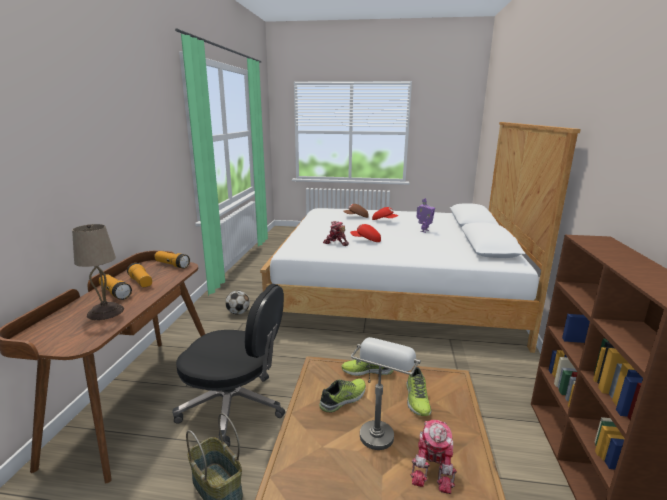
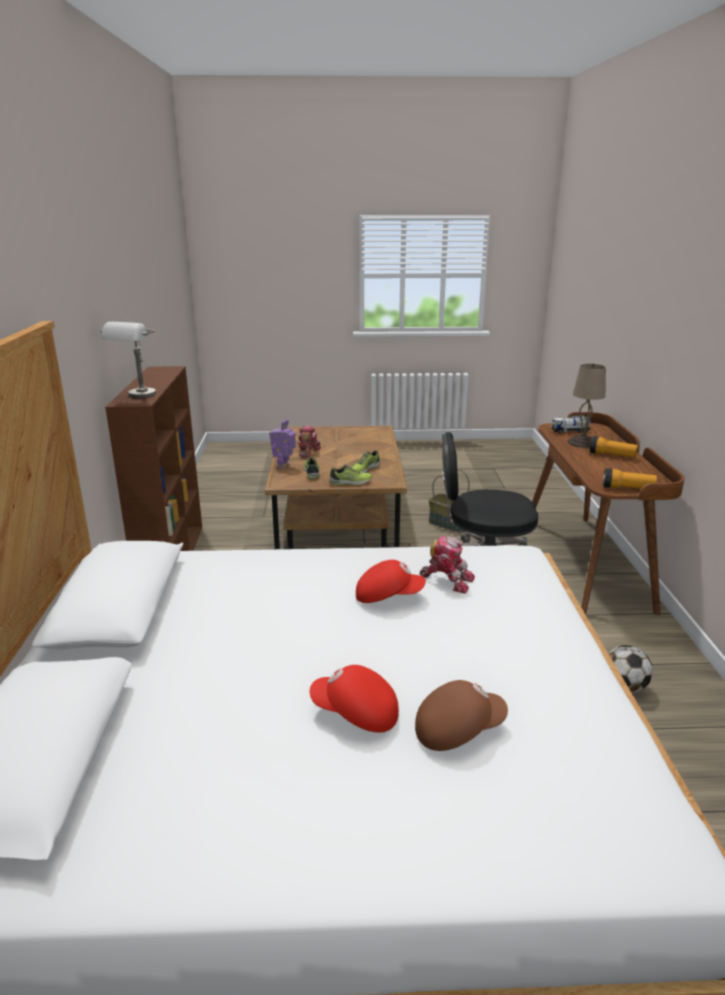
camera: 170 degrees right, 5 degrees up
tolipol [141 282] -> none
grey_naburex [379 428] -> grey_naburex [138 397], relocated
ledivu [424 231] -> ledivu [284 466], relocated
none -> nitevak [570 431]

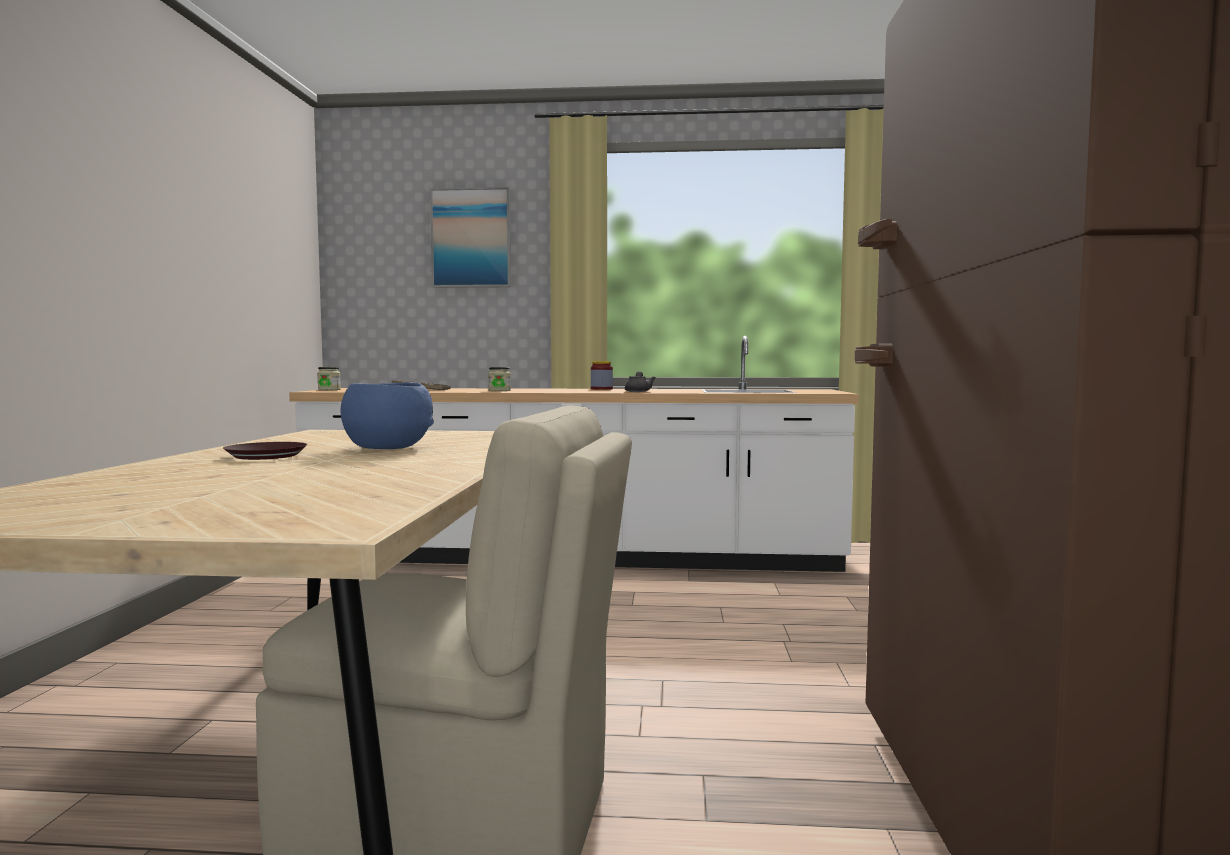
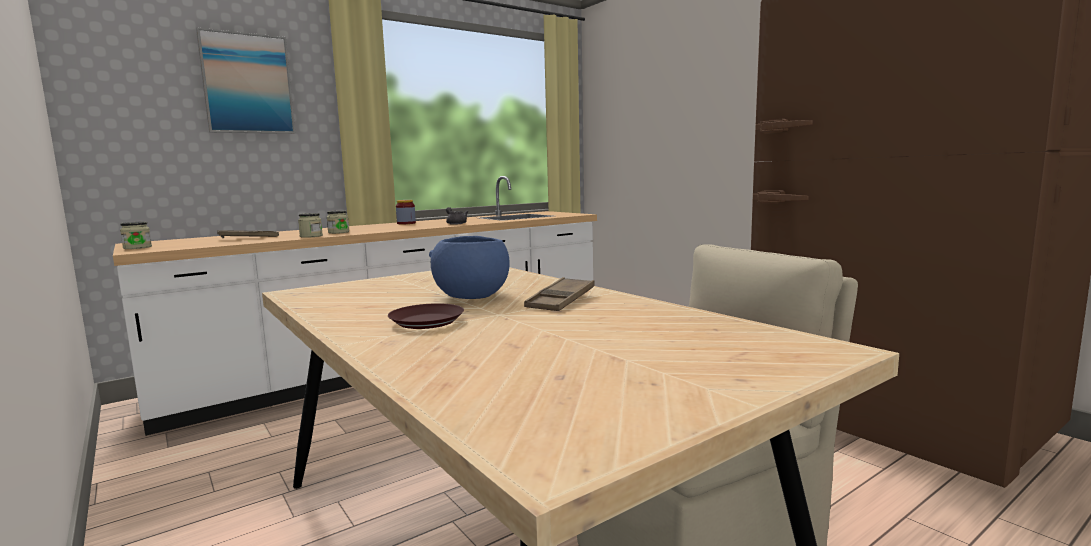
camera: 40 degrees left, 5 degrees up
none -> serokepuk [311 236]
none -> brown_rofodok [561 301]

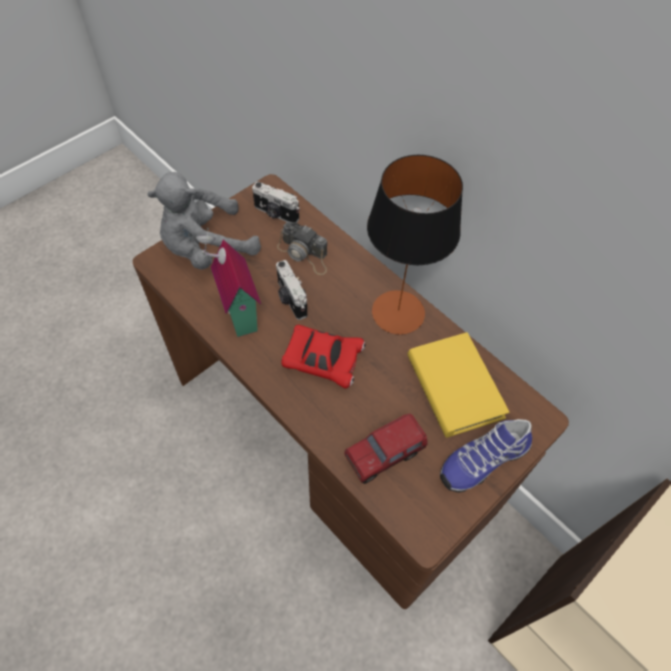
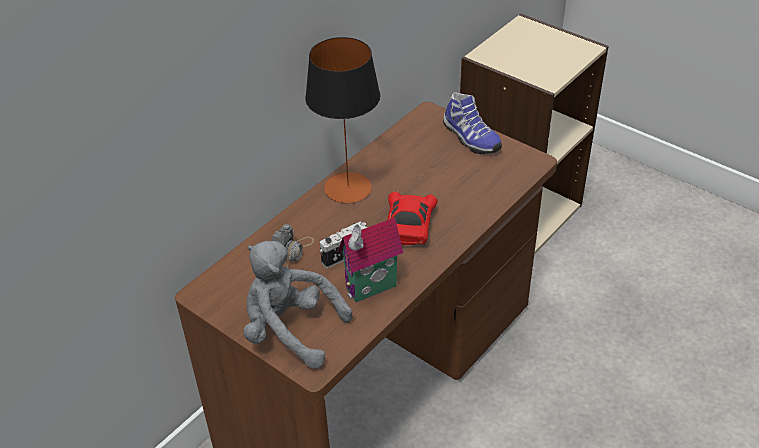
camera: 95 degrees left, 15 degrees down
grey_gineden [206 248] -> grey_gineden [290 330], 150 degrees clockwise
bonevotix [275 214] -> none
nitevak [384 457] -> none
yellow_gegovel [454 387] -> none

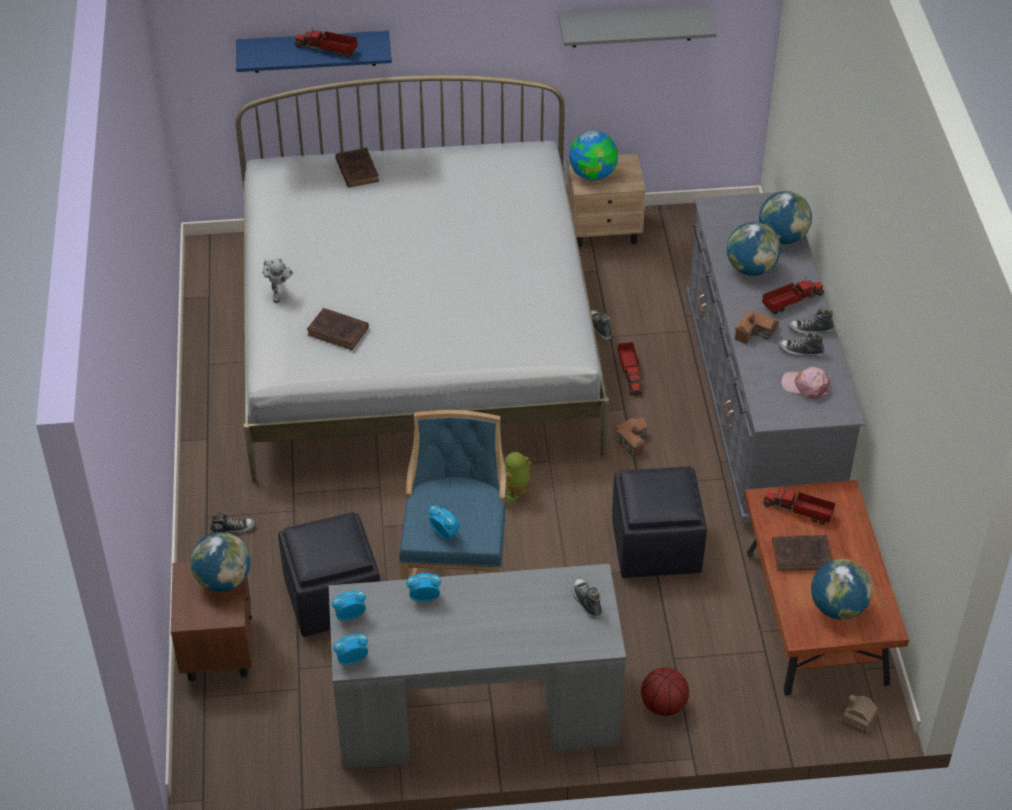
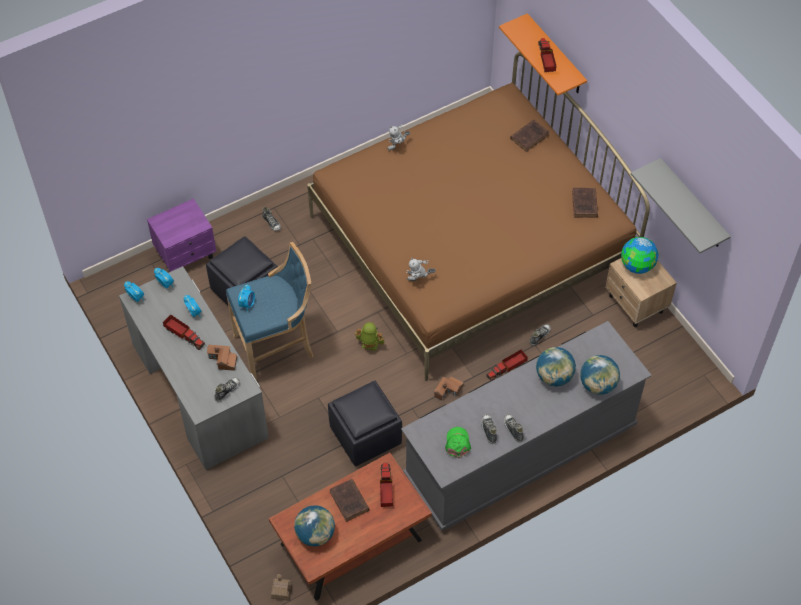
camera: 65 degrees right, 10 degrees up
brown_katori [218 647] -> purple_katori [186 254]
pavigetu [223 580] -> none
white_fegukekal [417 339] -> brown_fegukekal [470 245]
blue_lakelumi [314 51] -> orange_lakelumi [555 56]
brown_gegovel [339 332] -> brown_gegovel [584 205], relocated
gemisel [663 705] -> none
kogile [756 332] -> kogile [222 360], relocated
nitevak [791 301] -> nitevak [184 335], relocated
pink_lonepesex [805 386] -> green_lonepesex [457 443]
none -> ledivu [419 280]

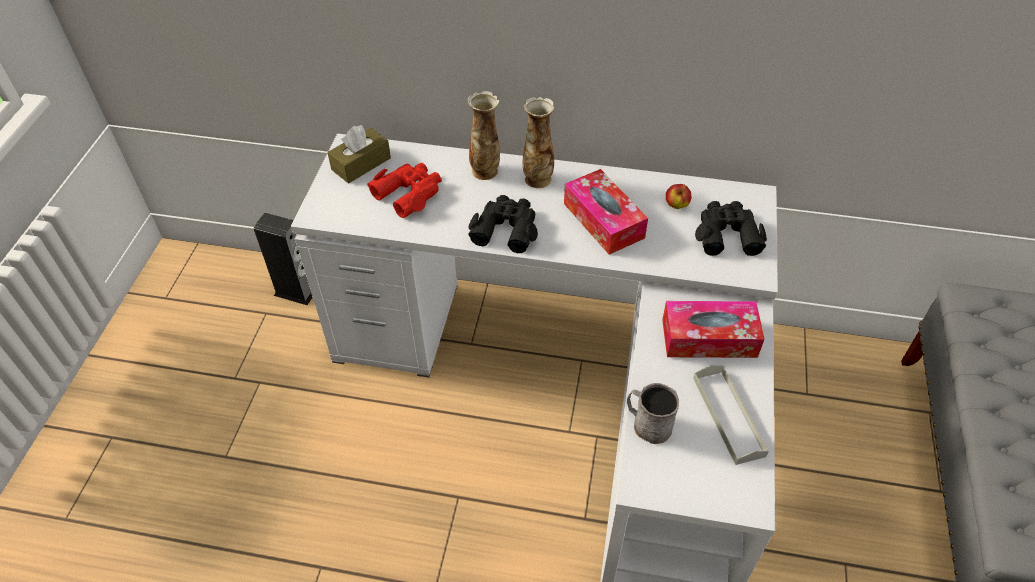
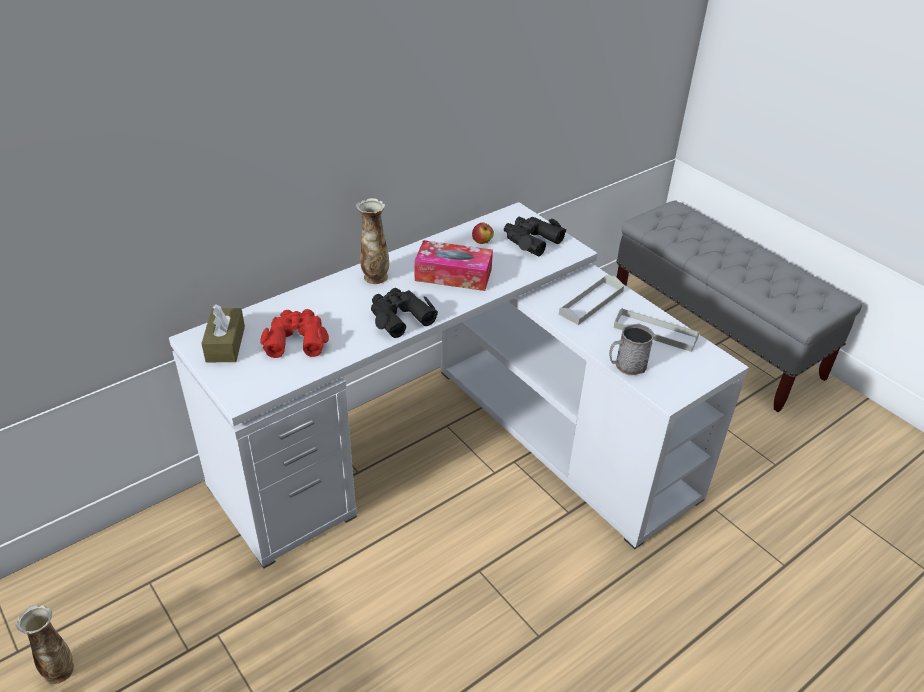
camera: 50 degrees left, 10 degrees down
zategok [296 291] -> none
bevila [485 171] -> bevila [60 671], relocated
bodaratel [709 338] -> grey_rofodok [591 302]

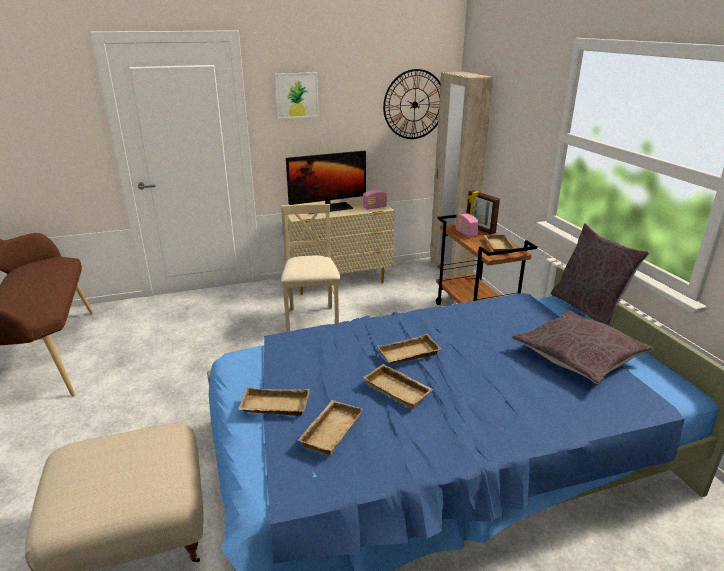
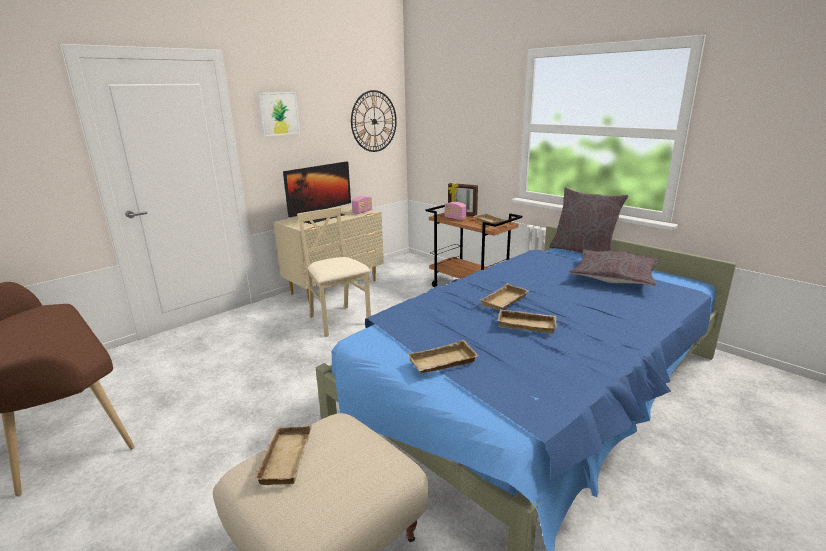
camera: 25 degrees left, 5 degrees down
beige_rofodok [330 430] -> beige_rofodok [283 458], relocated
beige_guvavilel [450 269] -> none

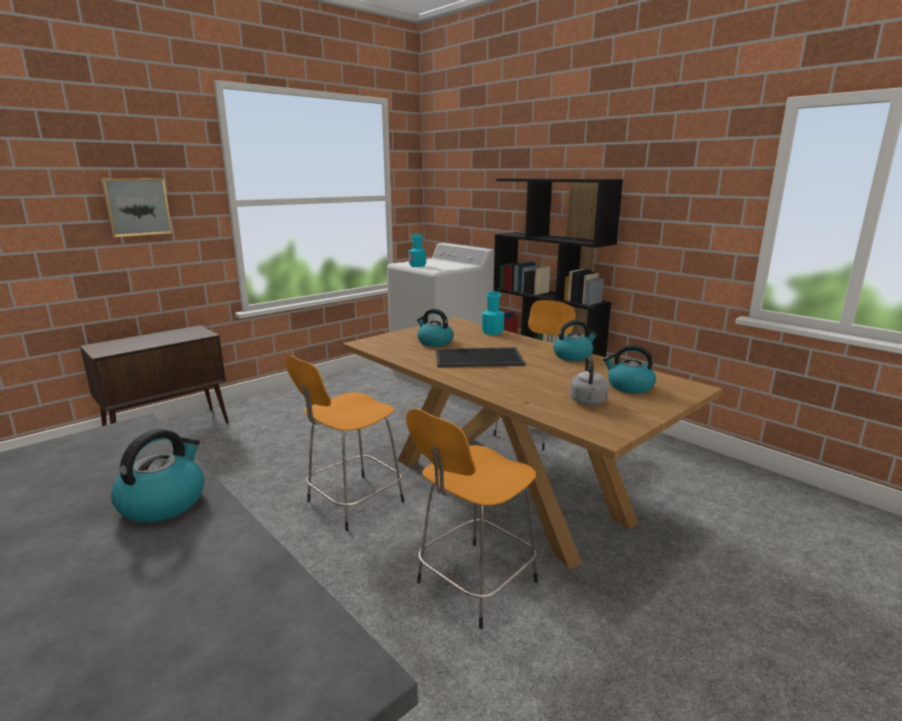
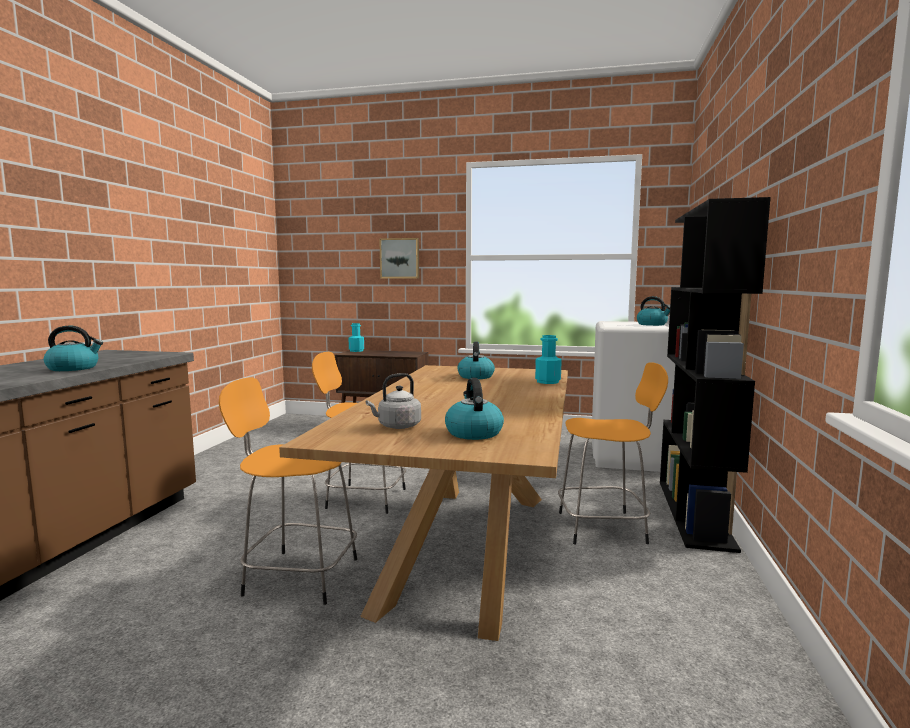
camera: 55 degrees right, 10 degrees down
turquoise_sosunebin [417 265] -> turquoise_sosunebin [356 351], relocated
rofodok [479 357] -> none
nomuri [573 356] -> nomuri [652 324], relocated

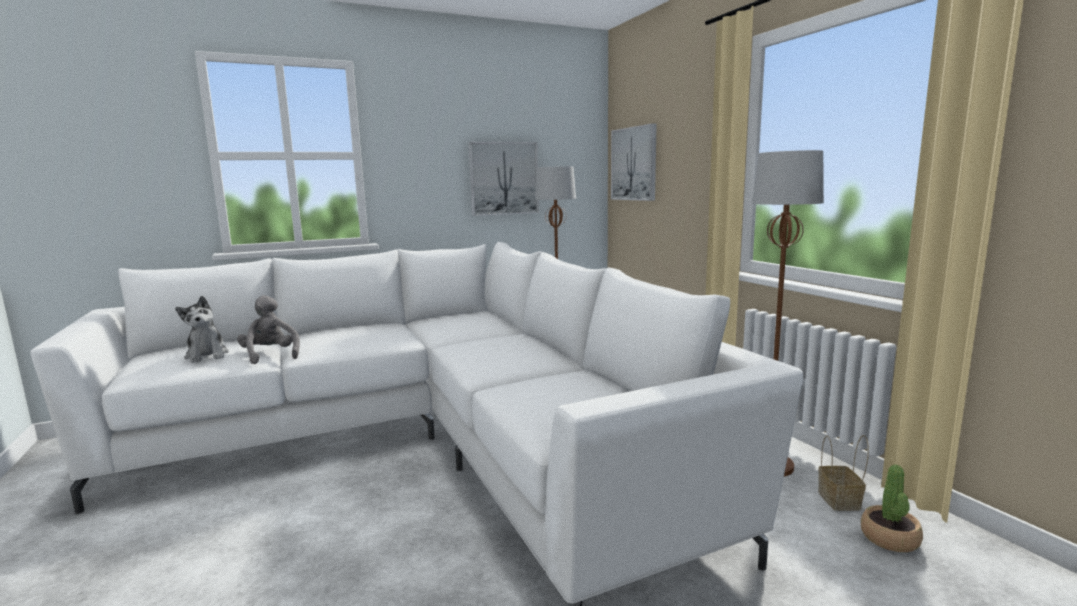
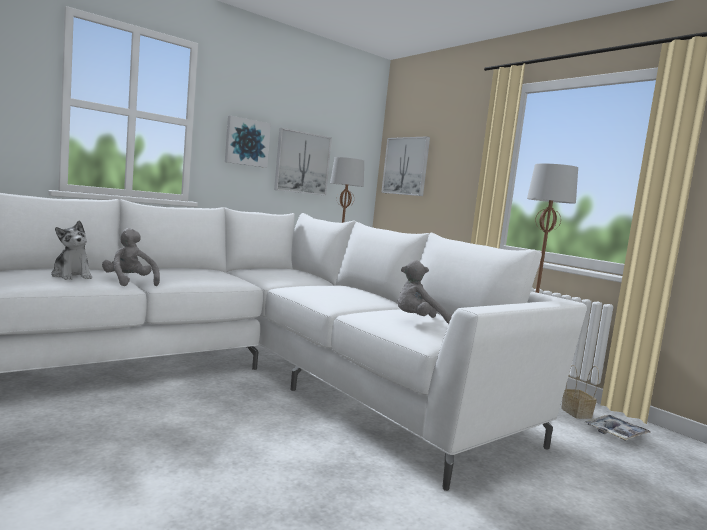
camera: 15 degrees left, 5 degrees down
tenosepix [890 538] -> rofodok [616 433]
none -> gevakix [246 142]
none -> grey_gineden [418 321]

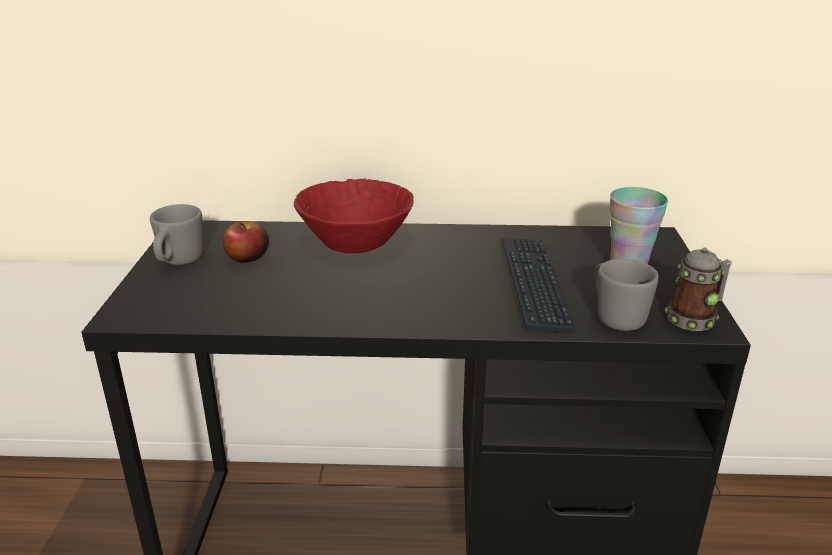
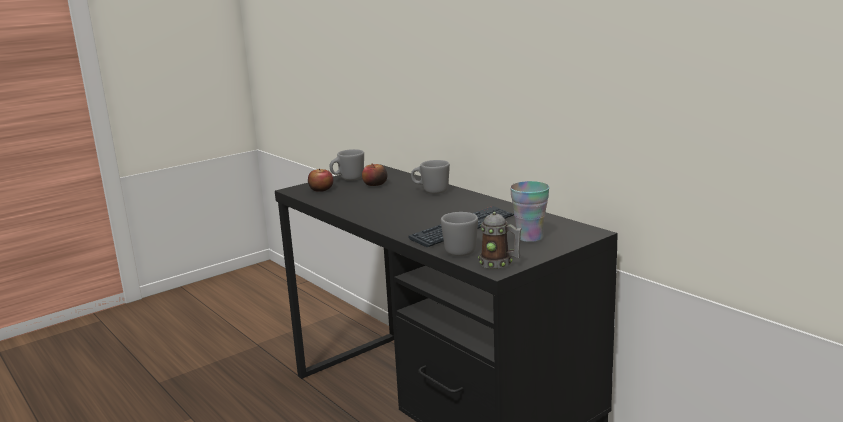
camera: 50 degrees right, 10 degrees down
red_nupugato [357 241] -> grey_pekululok [431 191]
none -> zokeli [321 189]

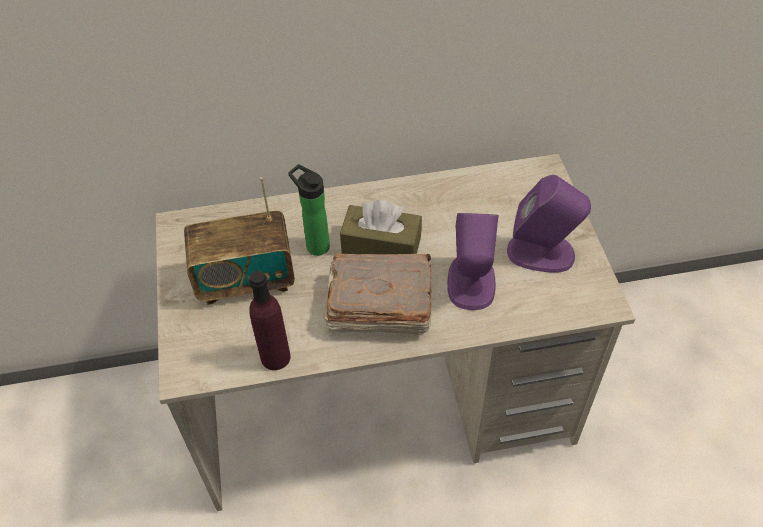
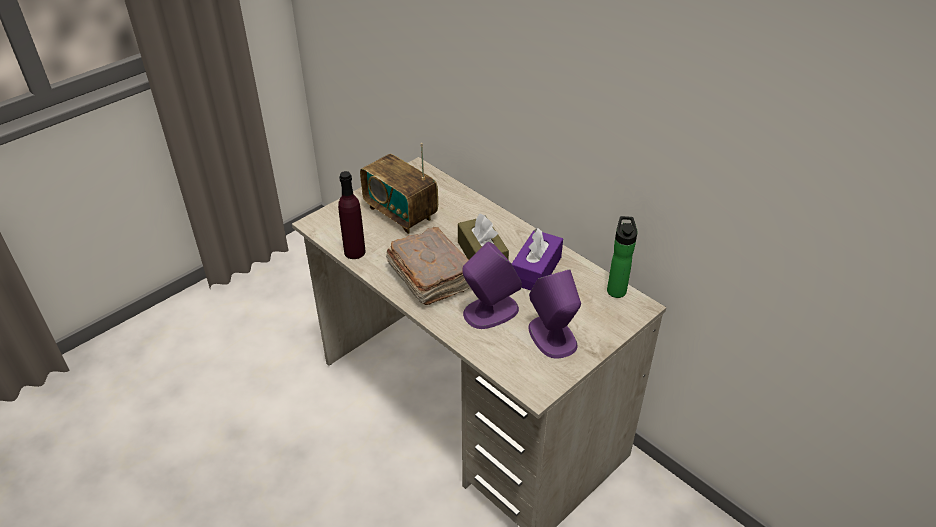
camera: 55 degrees right, 10 degrees down
sosunebin [315 245] -> sosunebin [616 289], relocated
none -> purple_bodaratel [536 270]

